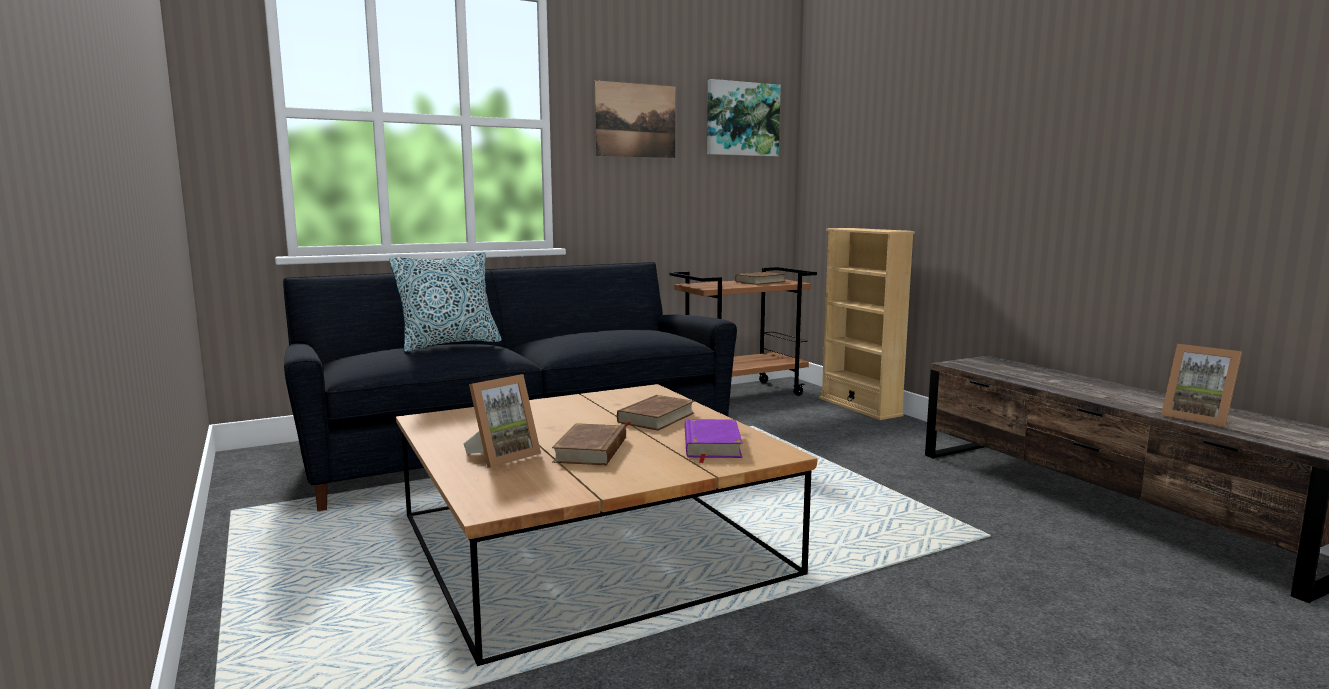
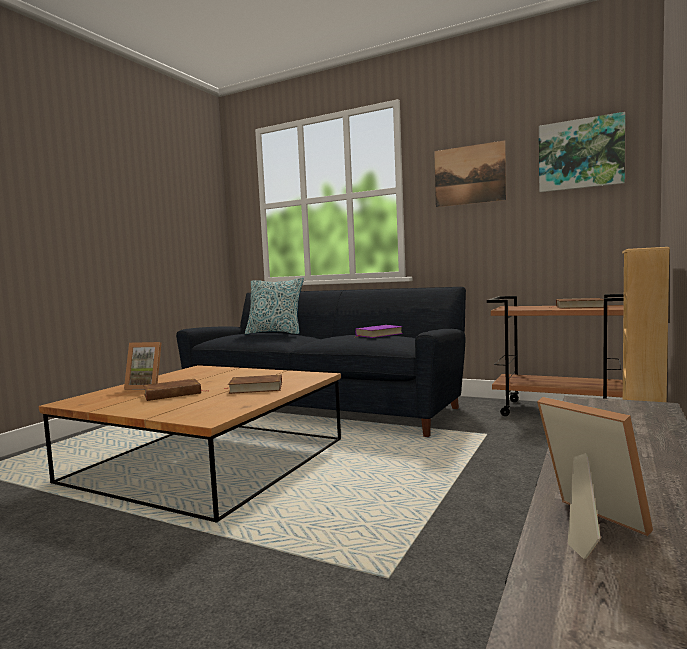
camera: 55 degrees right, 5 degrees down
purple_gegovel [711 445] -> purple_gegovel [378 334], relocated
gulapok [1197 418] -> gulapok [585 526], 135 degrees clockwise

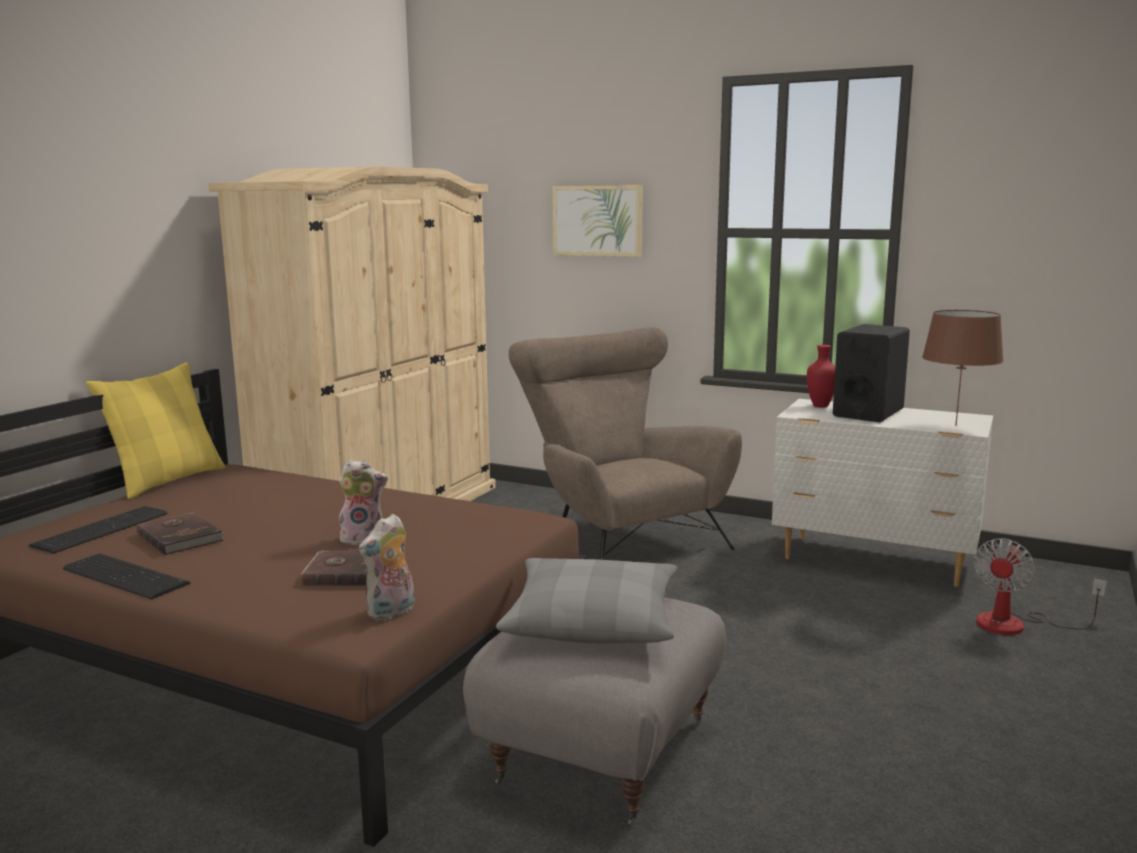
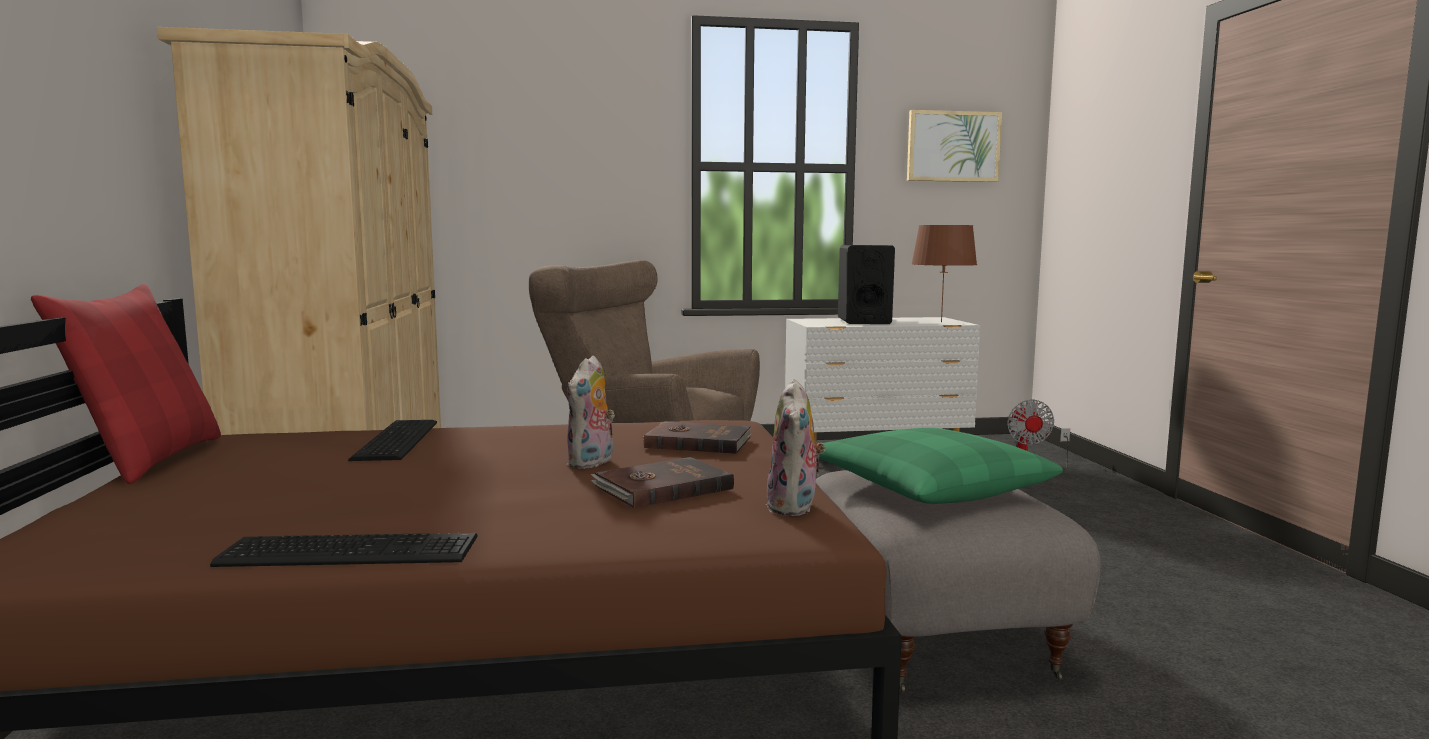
camera: 35 degrees left, 5 degrees down
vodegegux [98 529] -> vodegegux [393 441], relocated
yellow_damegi [167 480] -> red_damegi [150 459]
brown_gegovel [181 536] -> brown_gegovel [697 442], relocated
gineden [364 538] -> gineden [592 463], 150 degrees clockwise
grey_damegi [592 619] -> green_damegi [927 487]
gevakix [597 220] -> gevakix [953 146], relocated
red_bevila [819 406] -> none

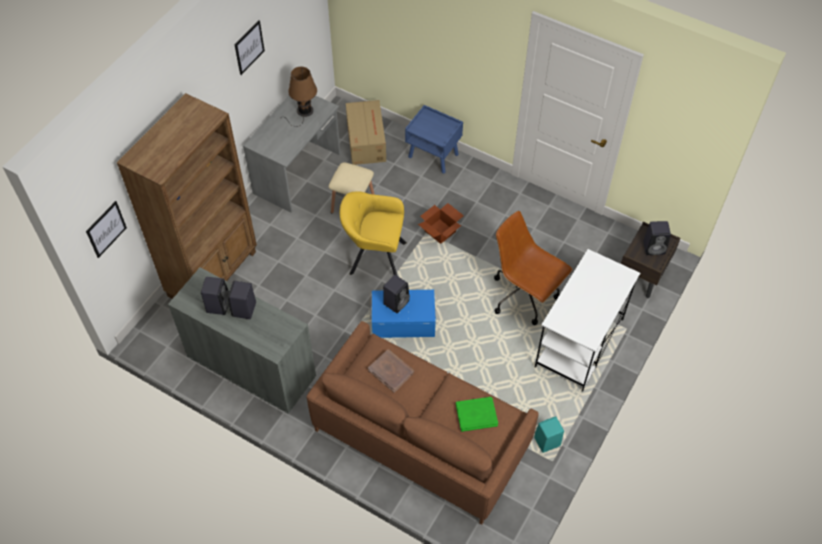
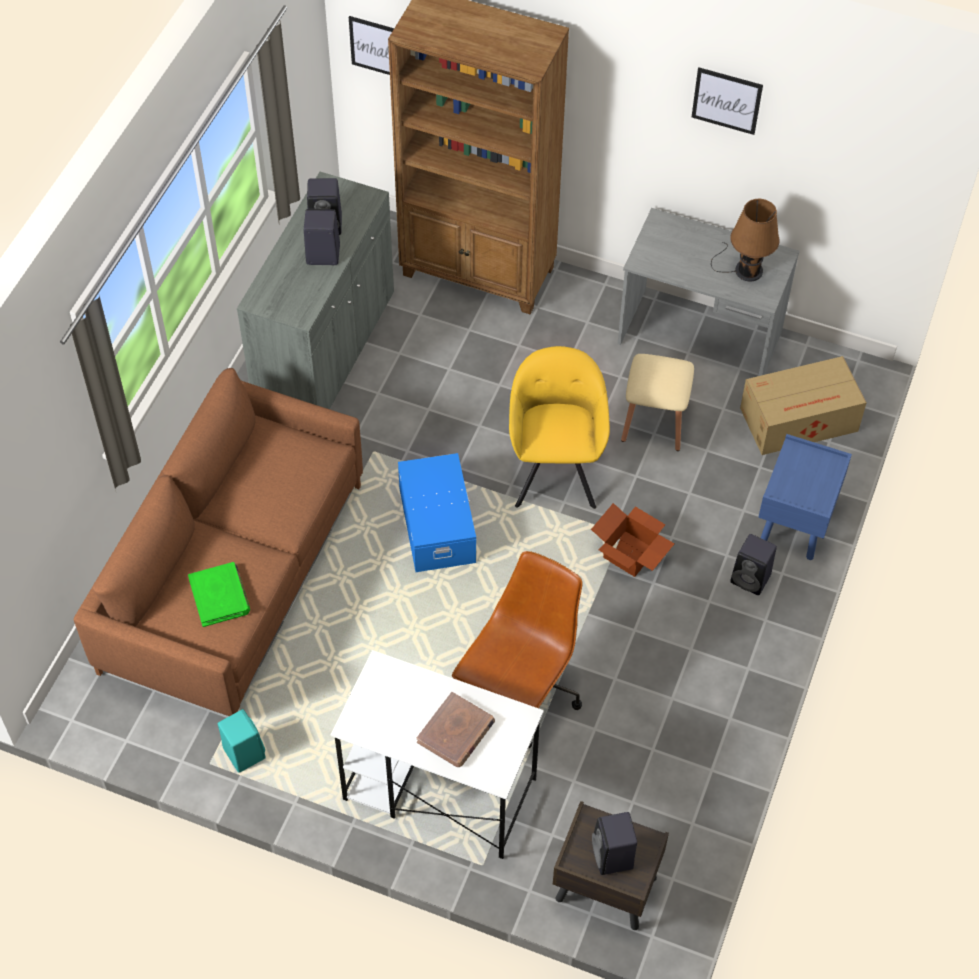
camera: 80 degrees right, 0 degrees up
brown_gegovel [391 371] -> brown_gegovel [456 732], relocated
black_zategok [396 302] -> black_zategok [752 579], relocated

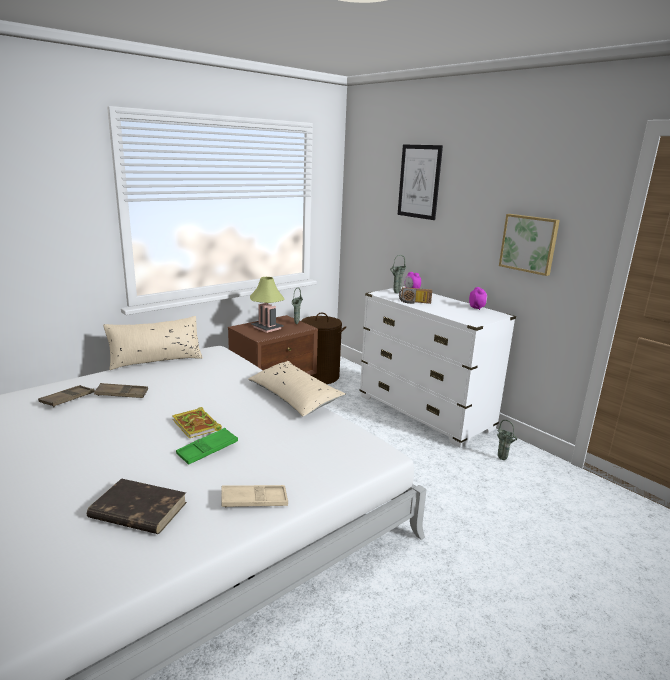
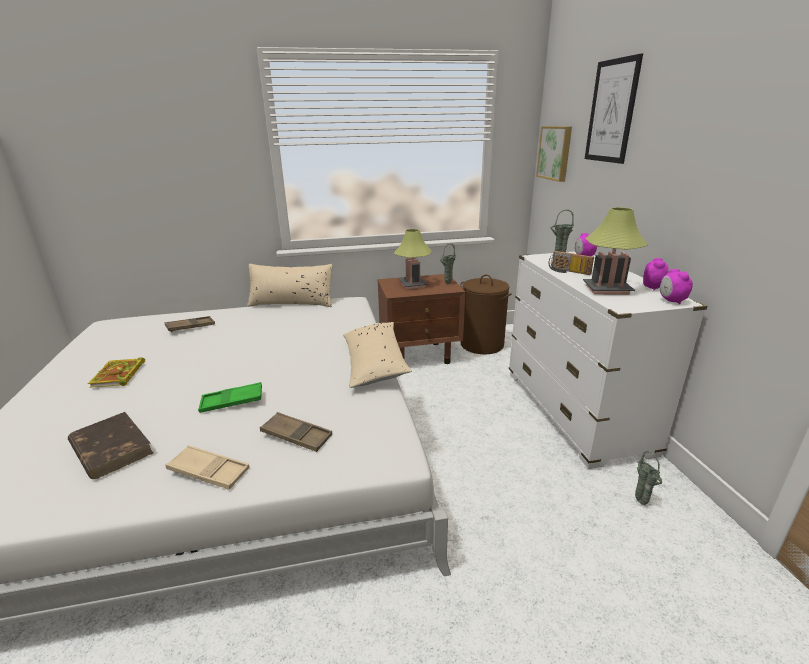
camera: 30 degrees right, 5 degrees up
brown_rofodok [122 394] -> brown_rofodok [296 436], relocated
gegovel [197 425] -> gegovel [118 376], relocated
gevakix [529 243] -> gevakix [555 153], relocated
none -> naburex [607 289]
none -> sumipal [671 301]

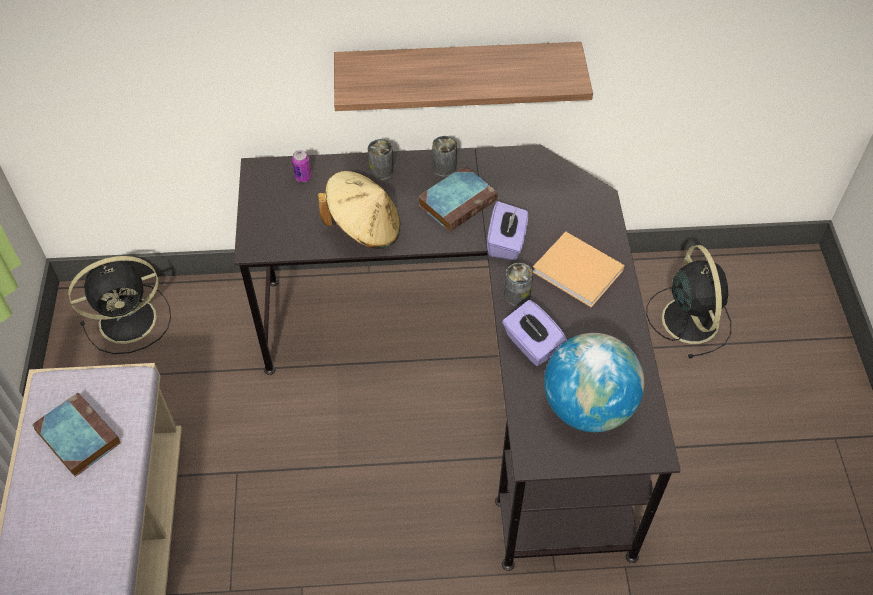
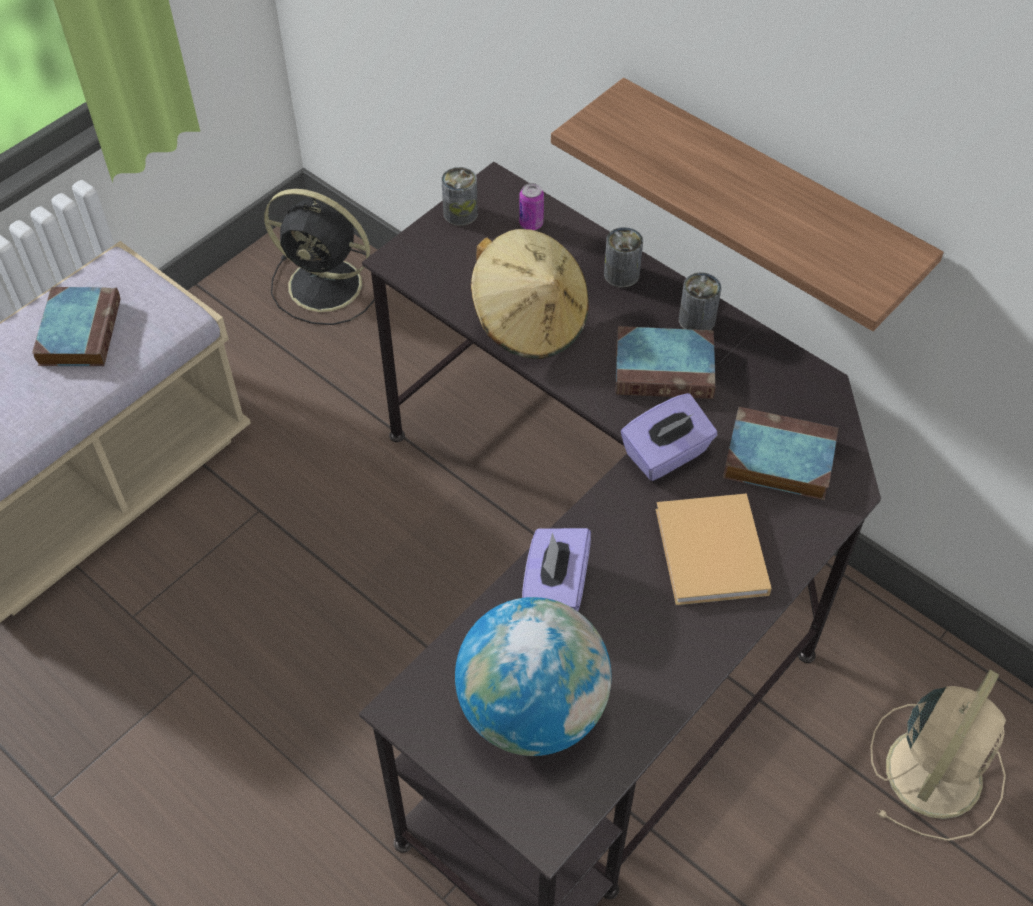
camera: 45 degrees right, 0 degrees up
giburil [517 295] -> giburil [460 213], relocated
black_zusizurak [689 318] -> beige_zusizurak [935 769]
none -> gegovel [776 459]

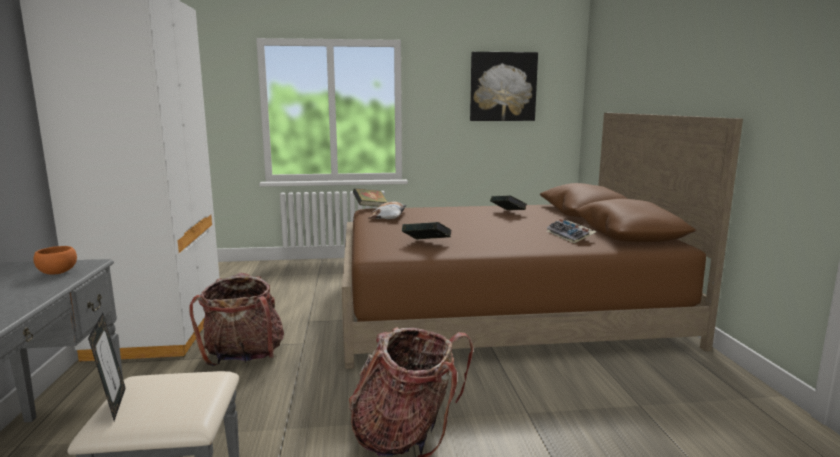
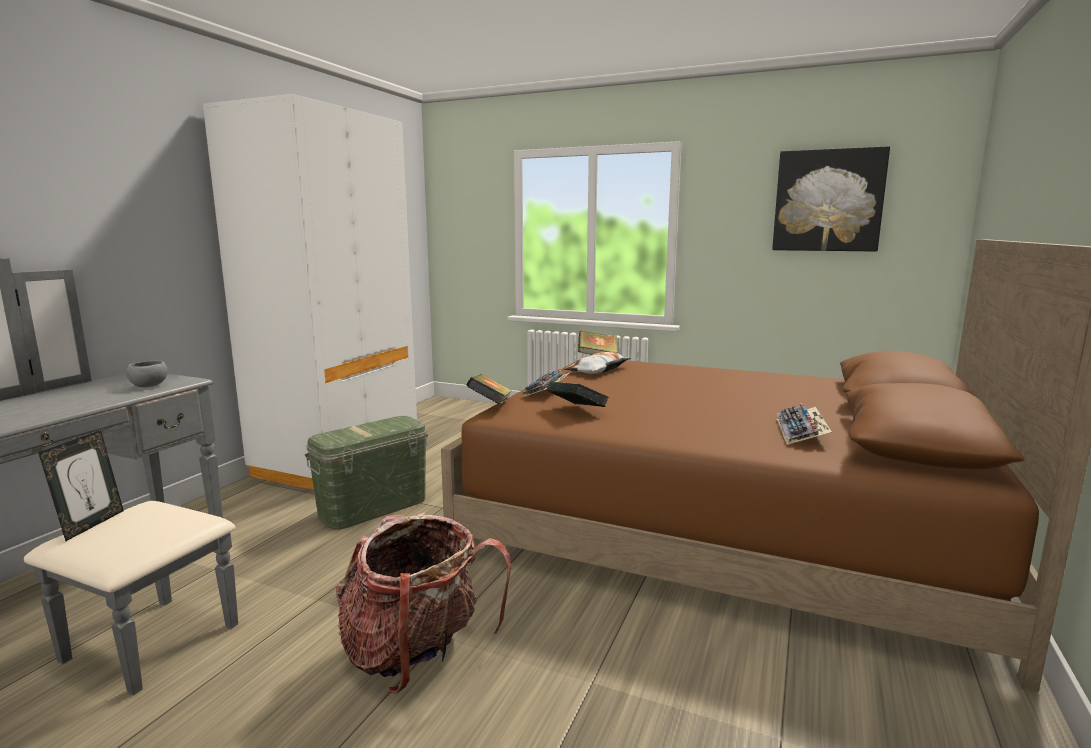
camera: 30 degrees right, 0 degrees up
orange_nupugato [58 272] -> grey_nupugato [150 385]
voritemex [244 357] -> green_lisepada [373 508]
gegovel [508 213] -> gegovel [490 406], relocated
none -> vodegegux [547 391]

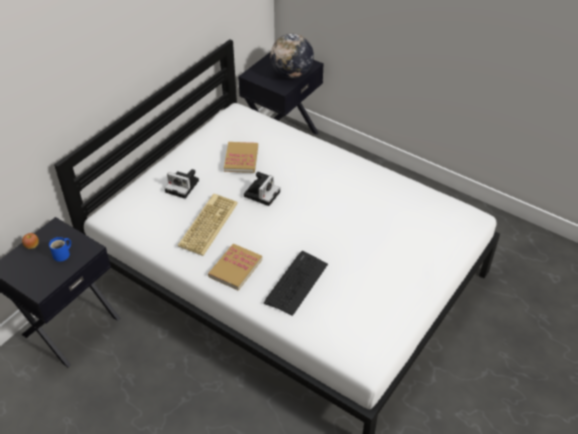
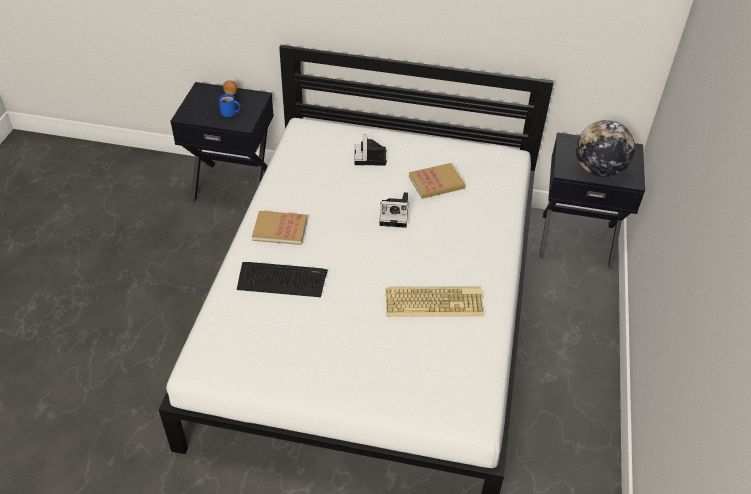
camera: 65 degrees right, 0 degrees up
vodegegux [207 224] -> vodegegux [435 302], relocated

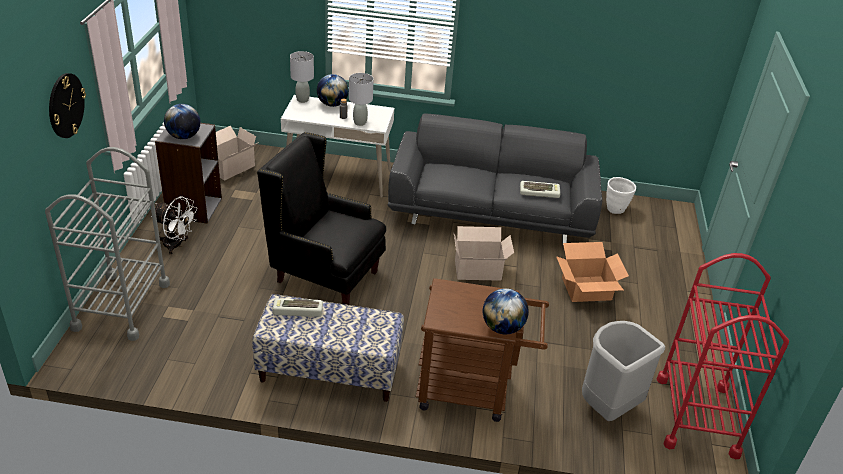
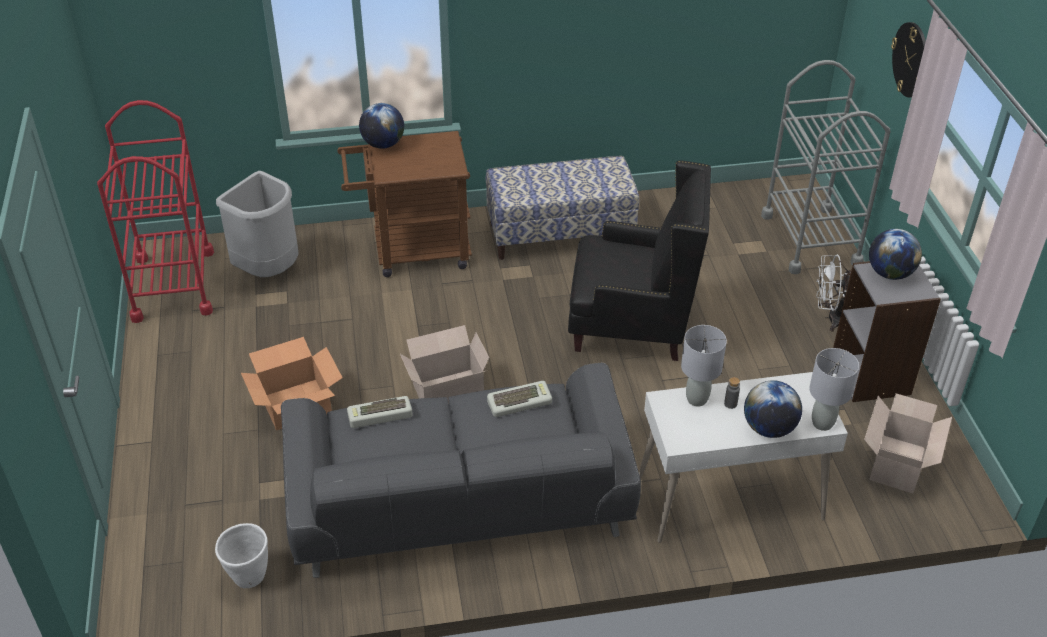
camera: 165 degrees right, 5 degrees up
vodegegux [297 311] -> vodegegux [519 401], relocated

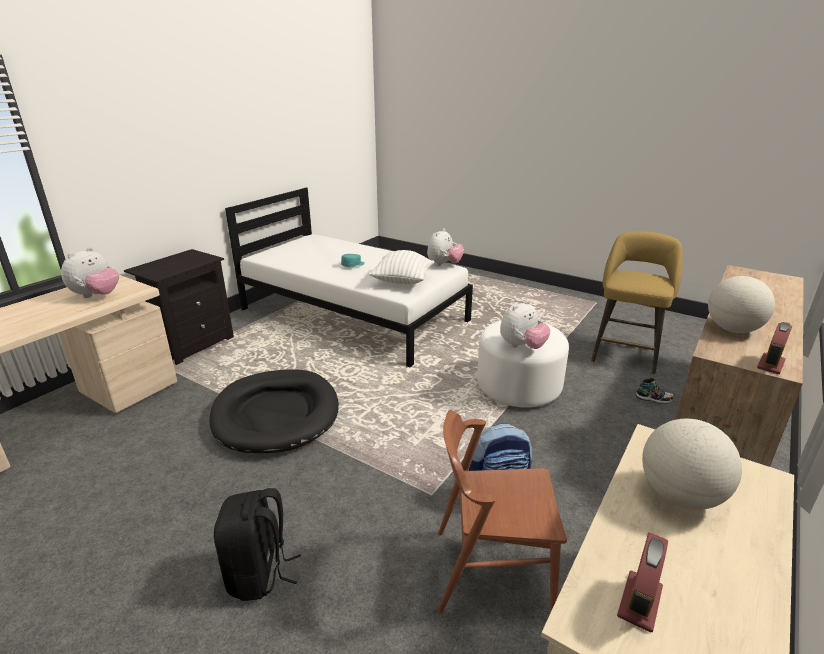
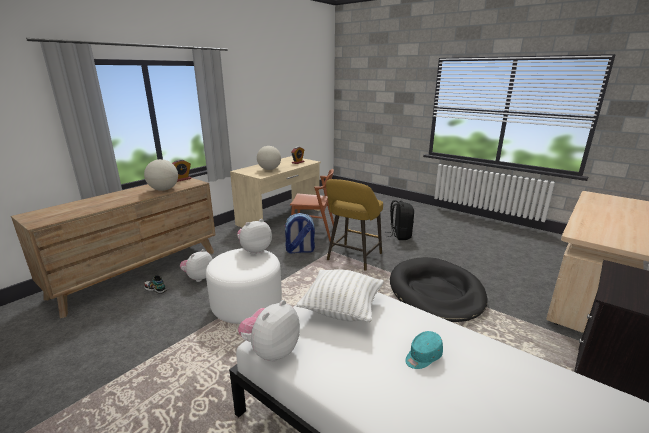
camera: 175 degrees left, 5 degrees down
gineden [97 296] -> gineden [198 277], relocated
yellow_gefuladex [625 353] -> yellow_gefuladex [353 258], relocated

